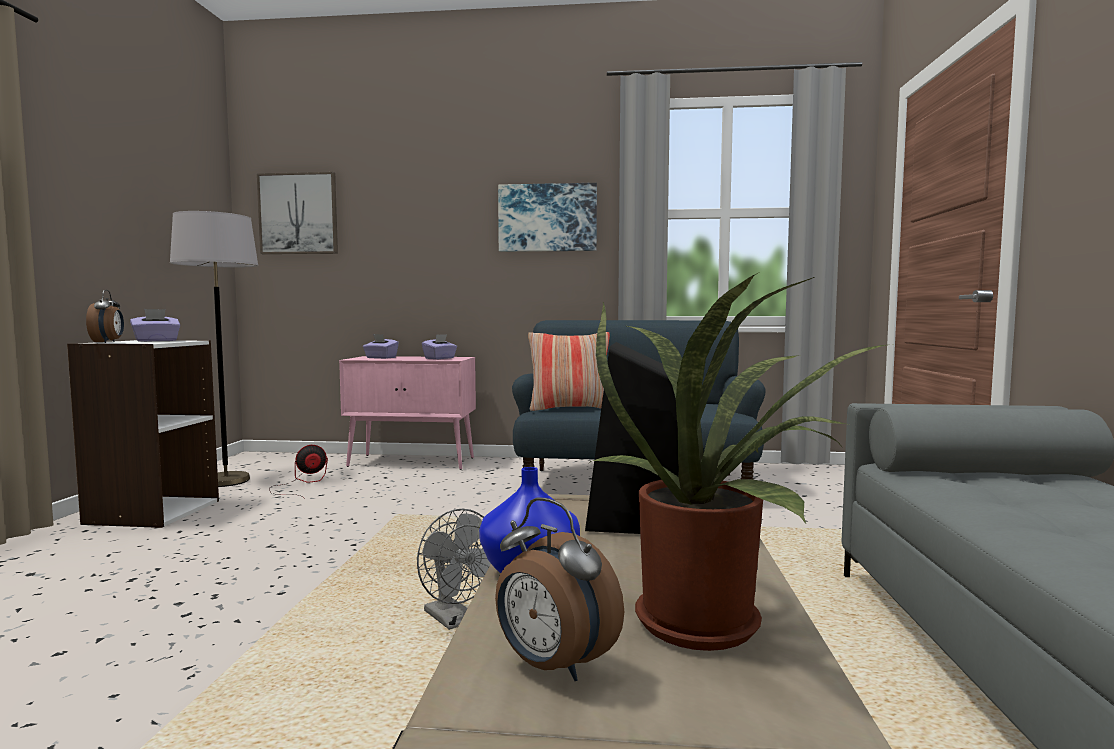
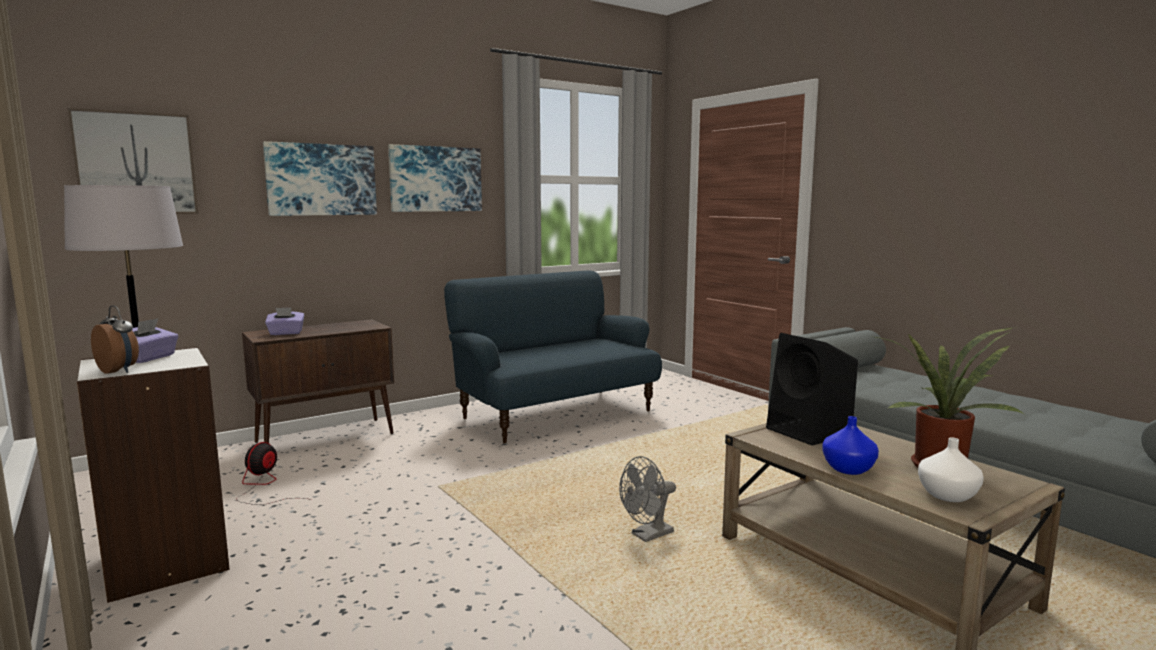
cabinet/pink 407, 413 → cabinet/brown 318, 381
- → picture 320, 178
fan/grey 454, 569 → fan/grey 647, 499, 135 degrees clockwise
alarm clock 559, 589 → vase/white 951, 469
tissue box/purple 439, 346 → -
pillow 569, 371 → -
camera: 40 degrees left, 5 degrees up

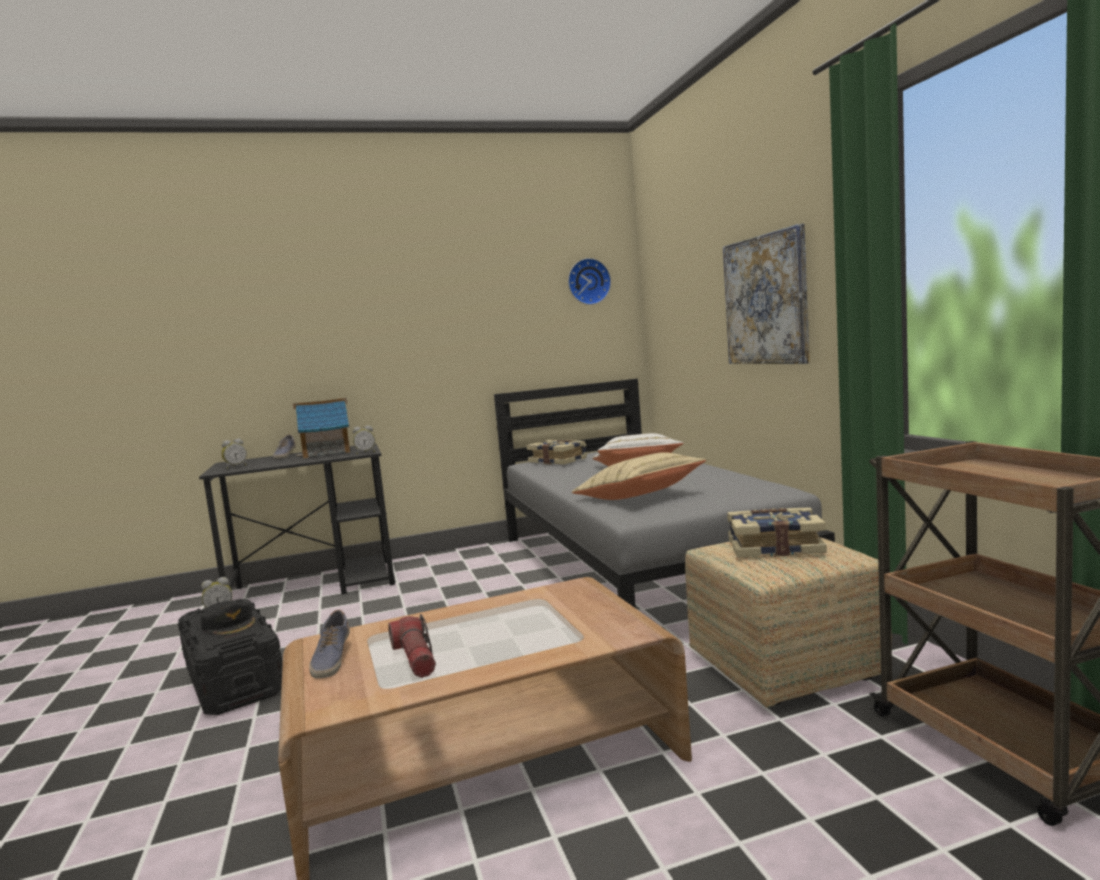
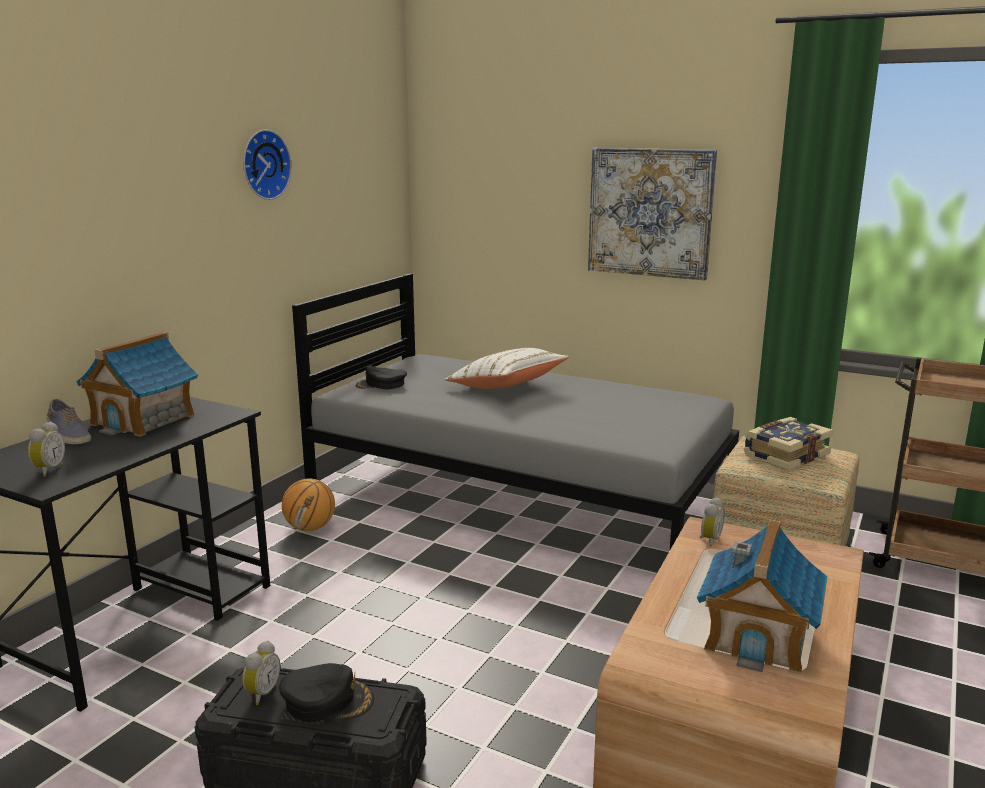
wall clock 589, 281 → wall clock 267, 165, relocated
- → basketball 308, 504
book 557, 452 → cap/black 381, 377
flashlight 412, 646 → toy house 762, 596
alarm clock 364, 439 → alarm clock 712, 522, relocated
shoe 329, 644 → -
pillow/beige 639, 476 → -
camera: 45 degrees left, 10 degrees up

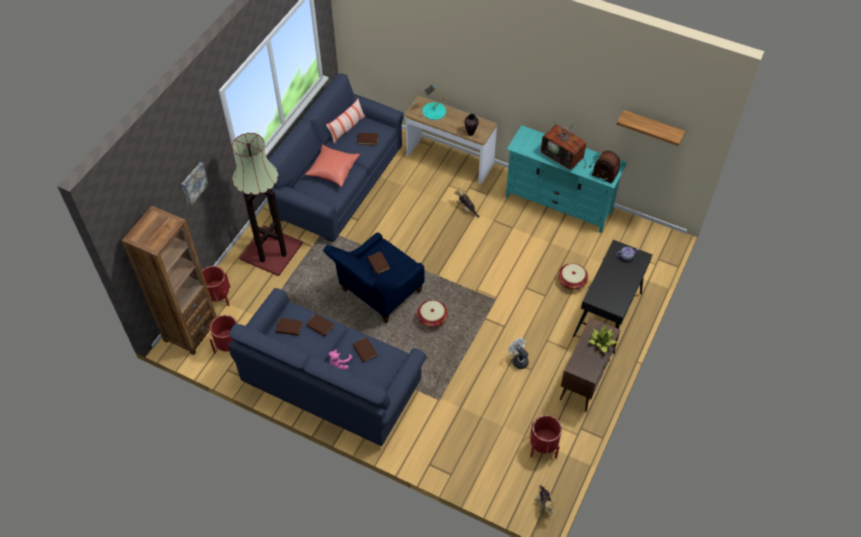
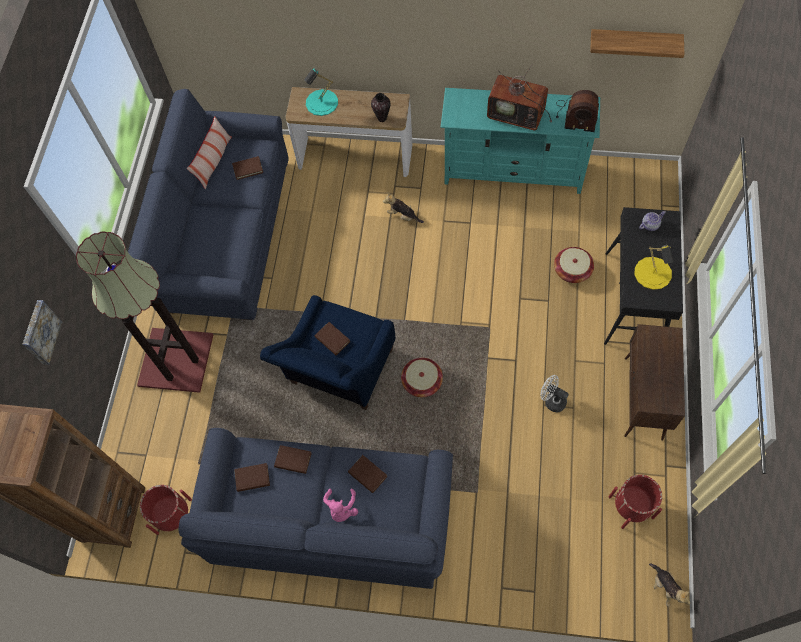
- → table lamp/yellow 654, 267
planter/red 216, 286 → -
pillow/red 332, 165 → -
potted plant 603, 339 → -
camera: 15 degrees left, 10 degrees up

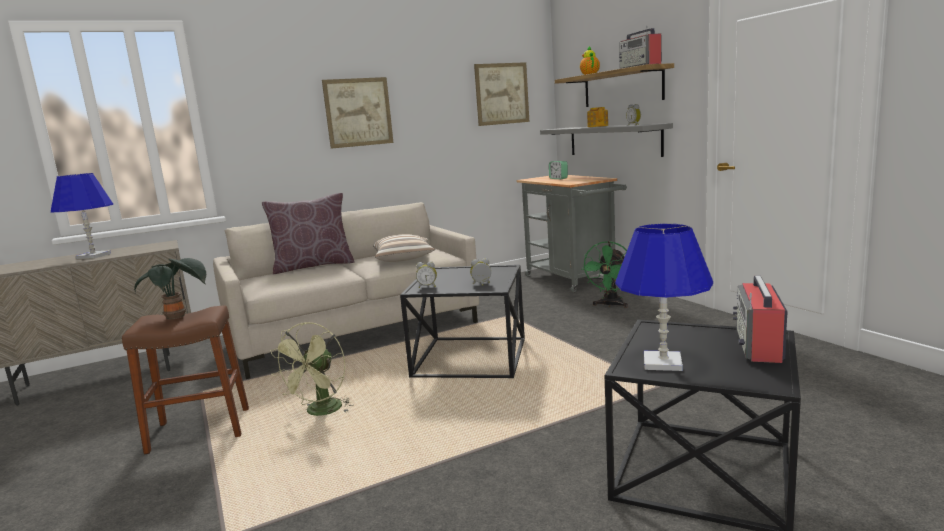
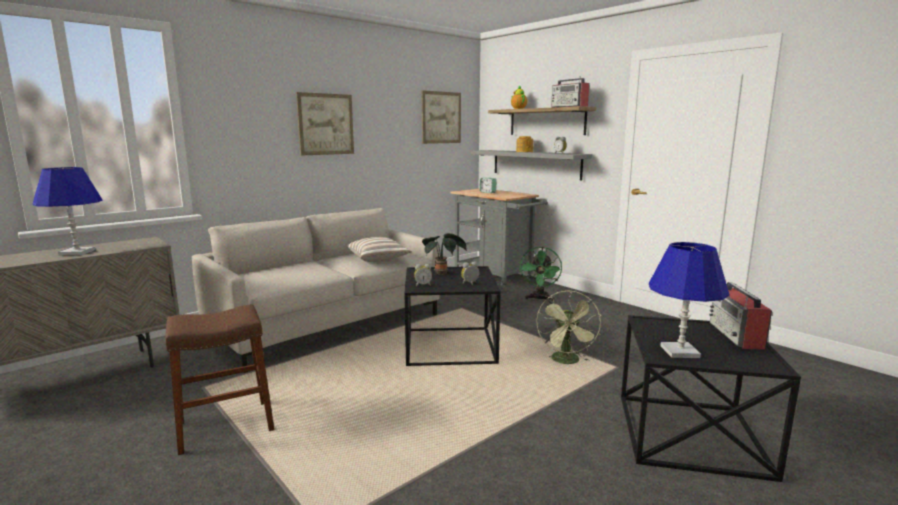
potted plant 170, 288 → potted plant 444, 254, relocated
fan/green 311, 369 → fan/green 568, 327, relocated
pillow/brown 308, 233 → -
camera: 15 degrees left, 0 degrees up

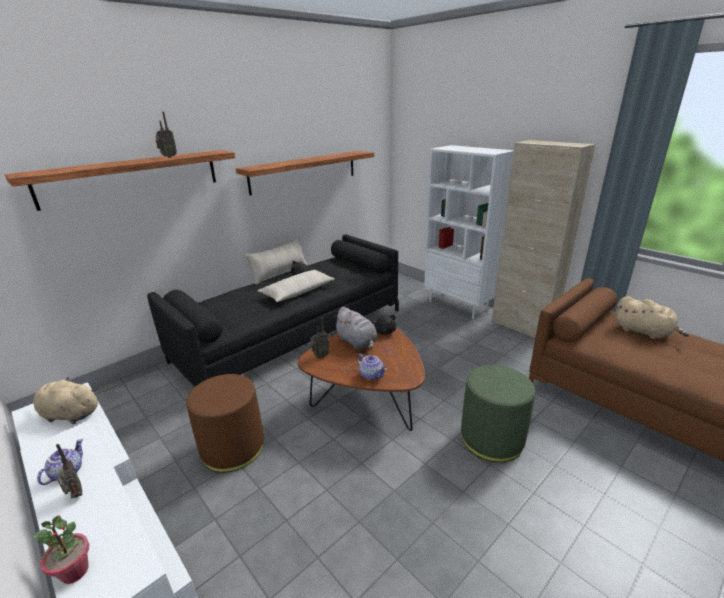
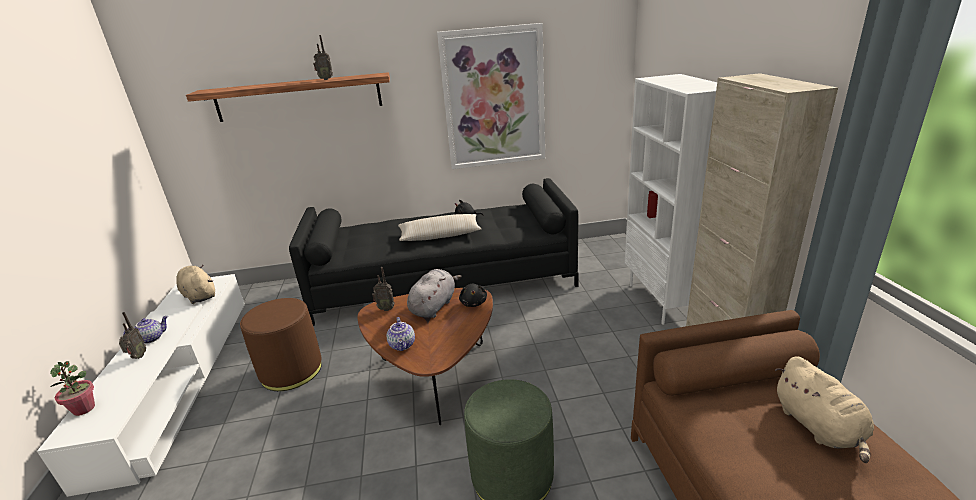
plush toy/grey 355, 328 → plush toy/grey 434, 293, 150 degrees counterclockwise
shelf 305, 173 → picture 491, 96
pillow/beige 276, 261 → -
camera: 35 degrees right, 0 degrees up

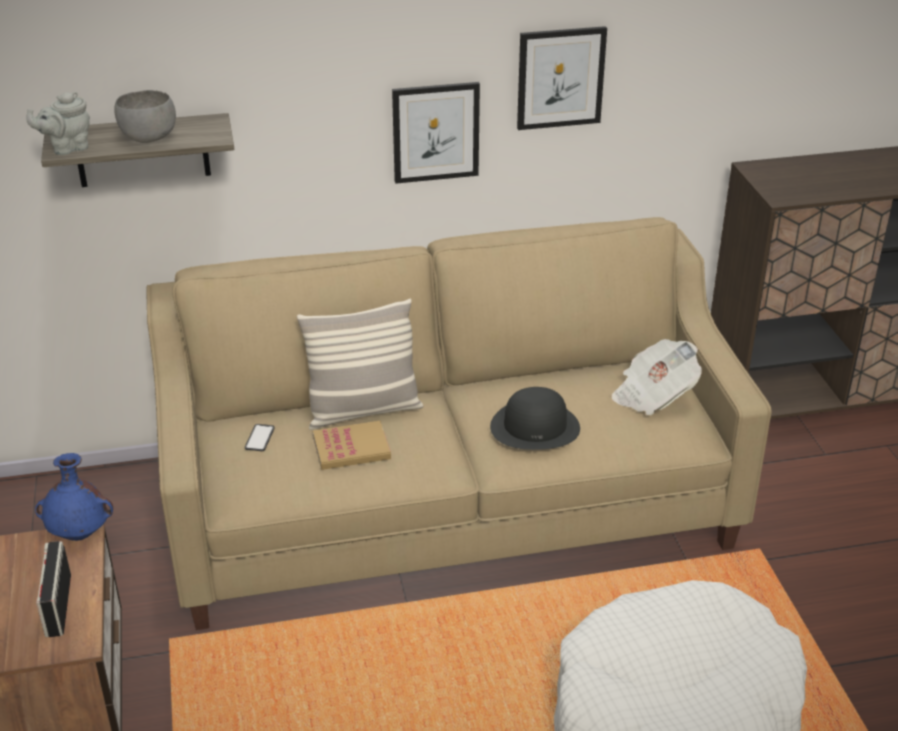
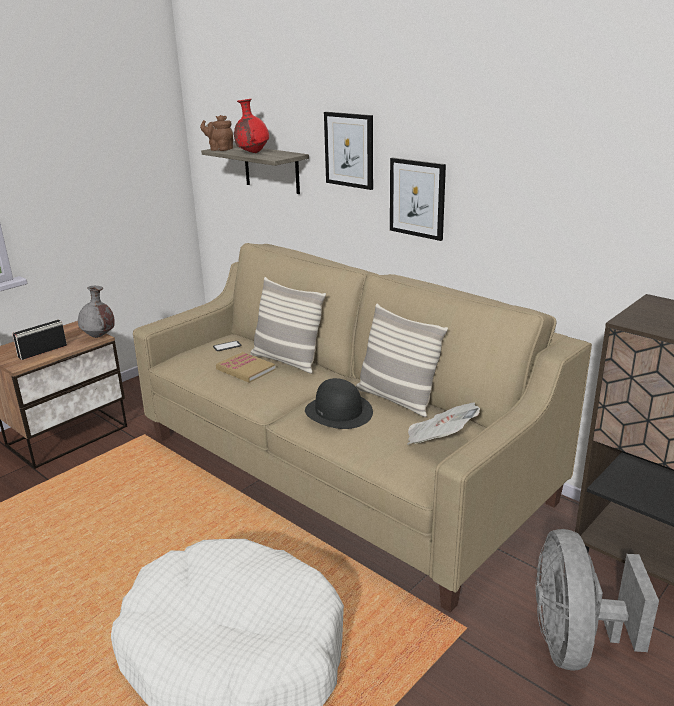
vase/blue 74, 497 → vase/grey 96, 312
teapot/grey 58, 123 → teapot/brown 216, 133
bowl/grey 145, 116 → vase/red 251, 126
picture 562, 78 → picture 348, 151, relocated
- → pillow 402, 360
- → fan/grey 597, 600
camera: 55 degrees right, 10 degrees down

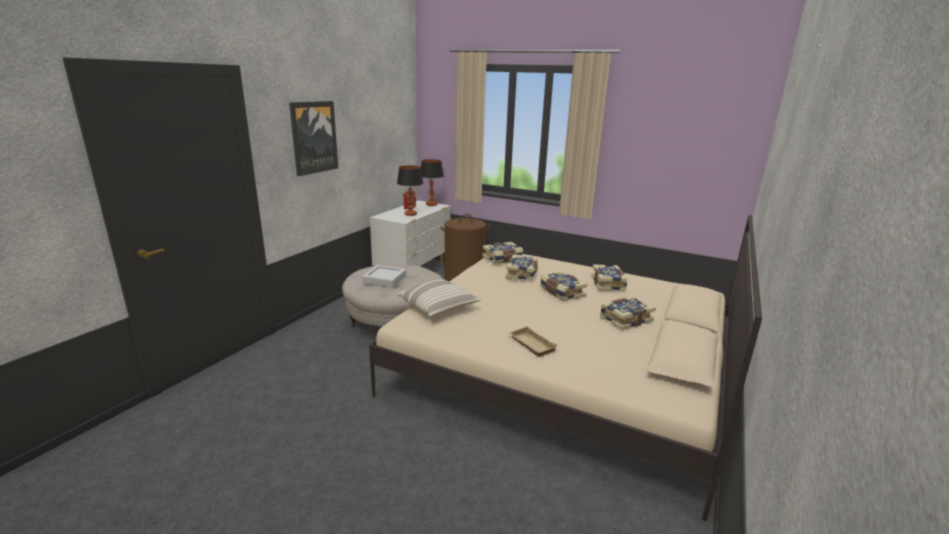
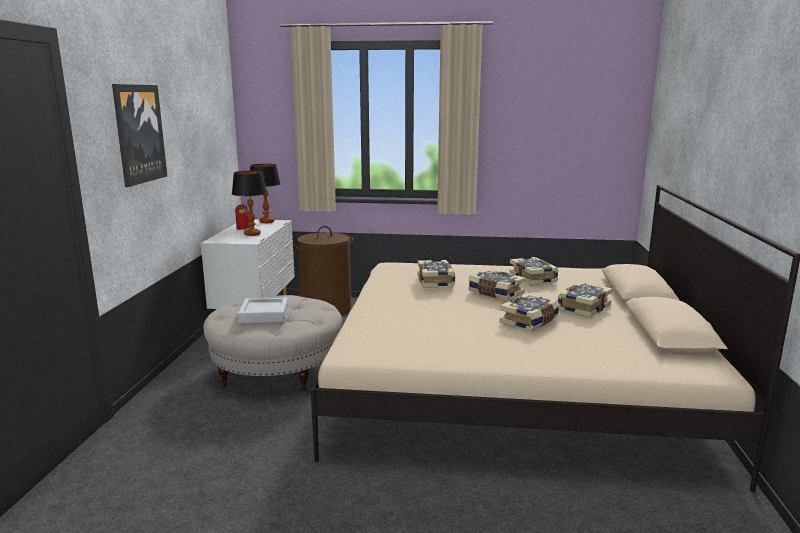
book 503, 253 → book 529, 312, relocated
pillow 438, 297 → -
tray/beige 534, 341 → -
camera: 20 degrees left, 5 degrees down

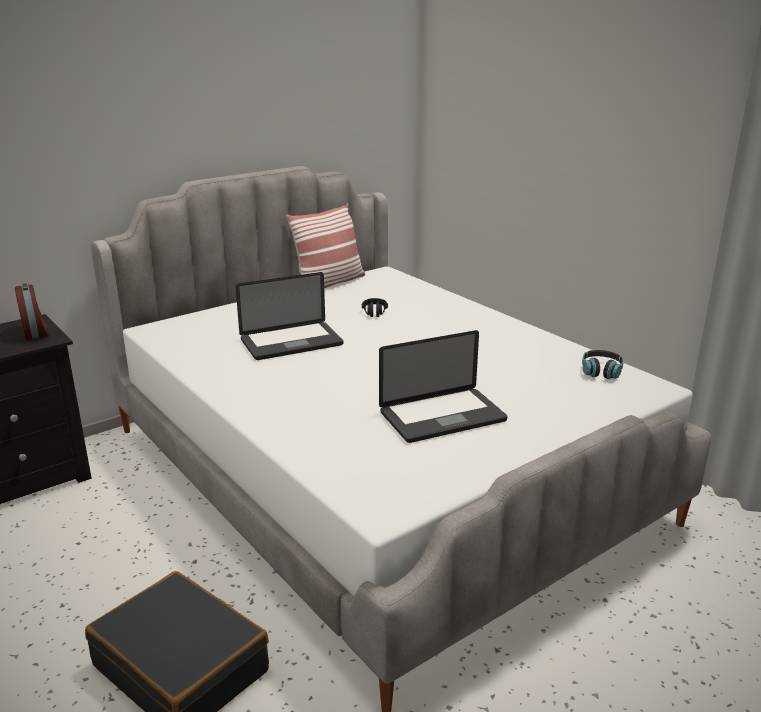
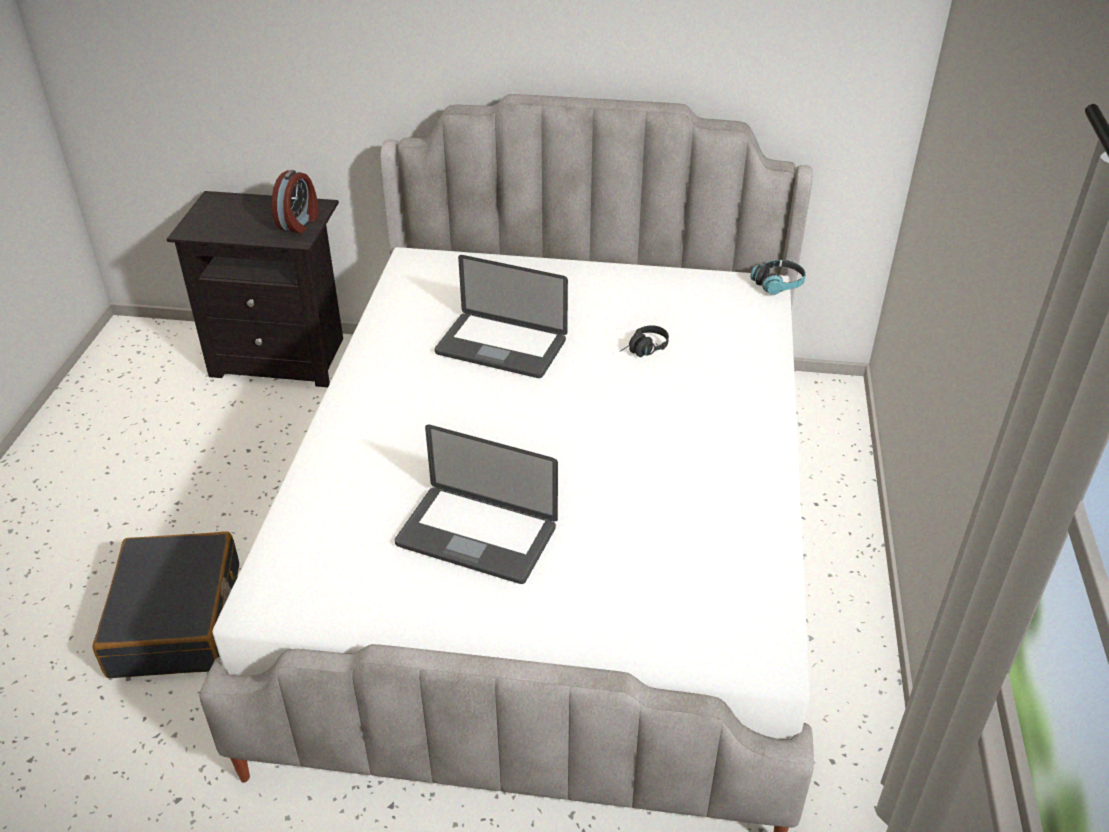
headphones 603, 364 → headphones 778, 277, relocated
pillow 325, 245 → -
camera: 45 degrees right, 15 degrees up

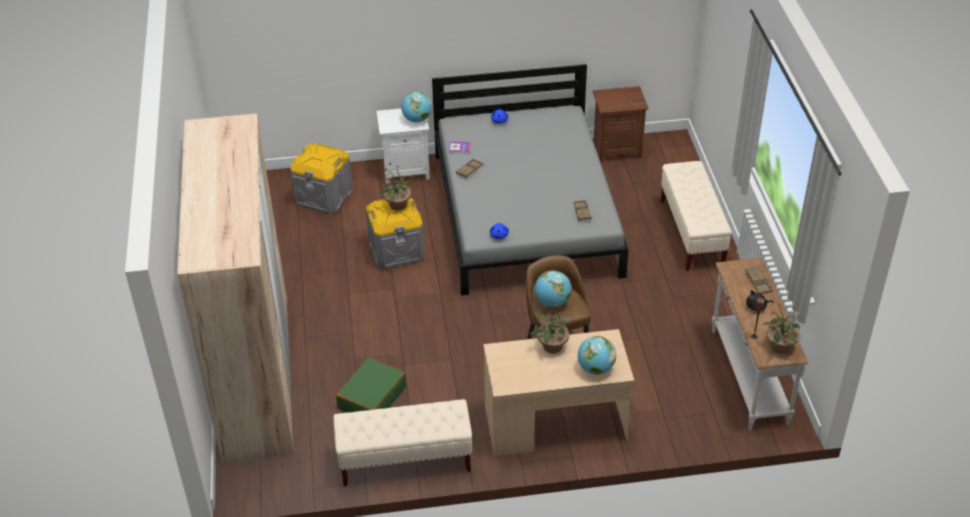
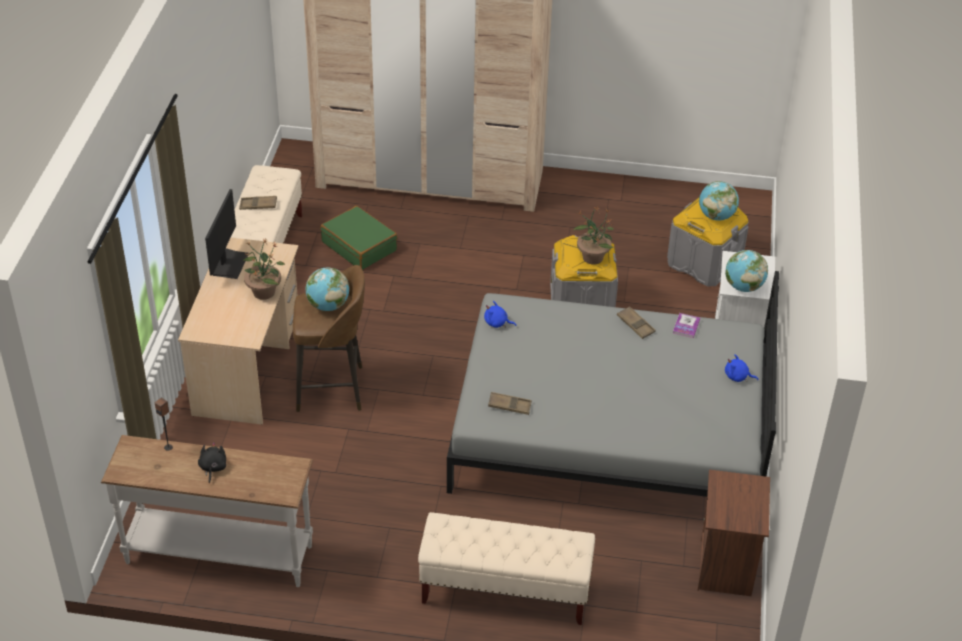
- → monitor 226, 234
tray/brown 759, 280 → tray/brown 258, 203, relocated
globe 597, 355 → globe 719, 201, relocated
potted plant 782, 328 → -
camera: 105 degrees right, 0 degrees up

